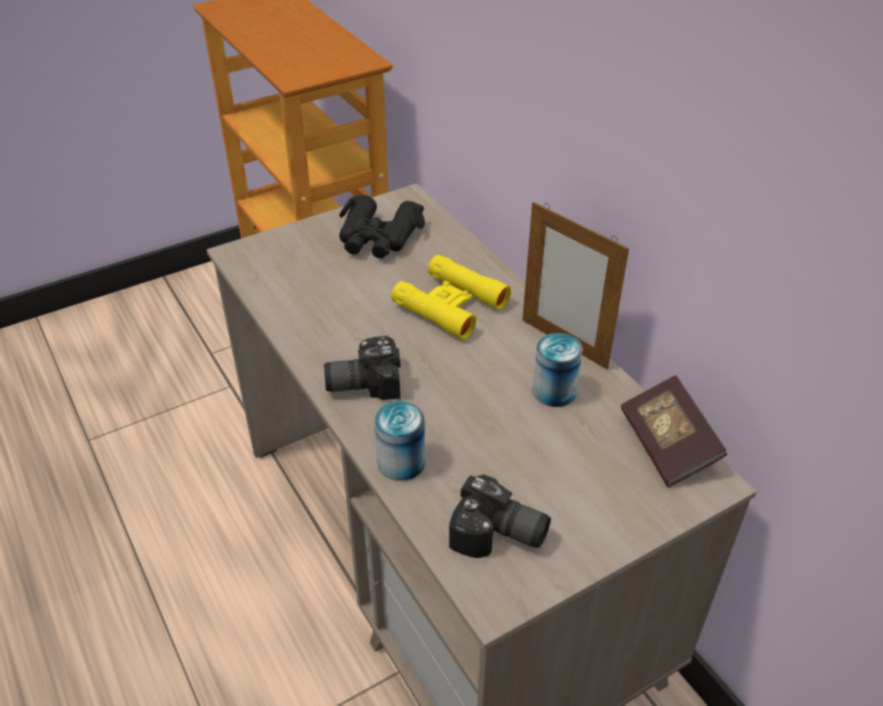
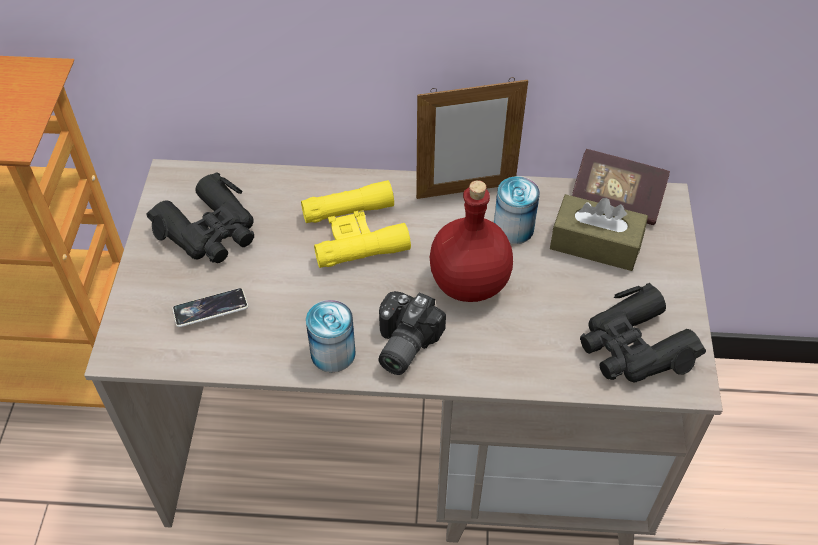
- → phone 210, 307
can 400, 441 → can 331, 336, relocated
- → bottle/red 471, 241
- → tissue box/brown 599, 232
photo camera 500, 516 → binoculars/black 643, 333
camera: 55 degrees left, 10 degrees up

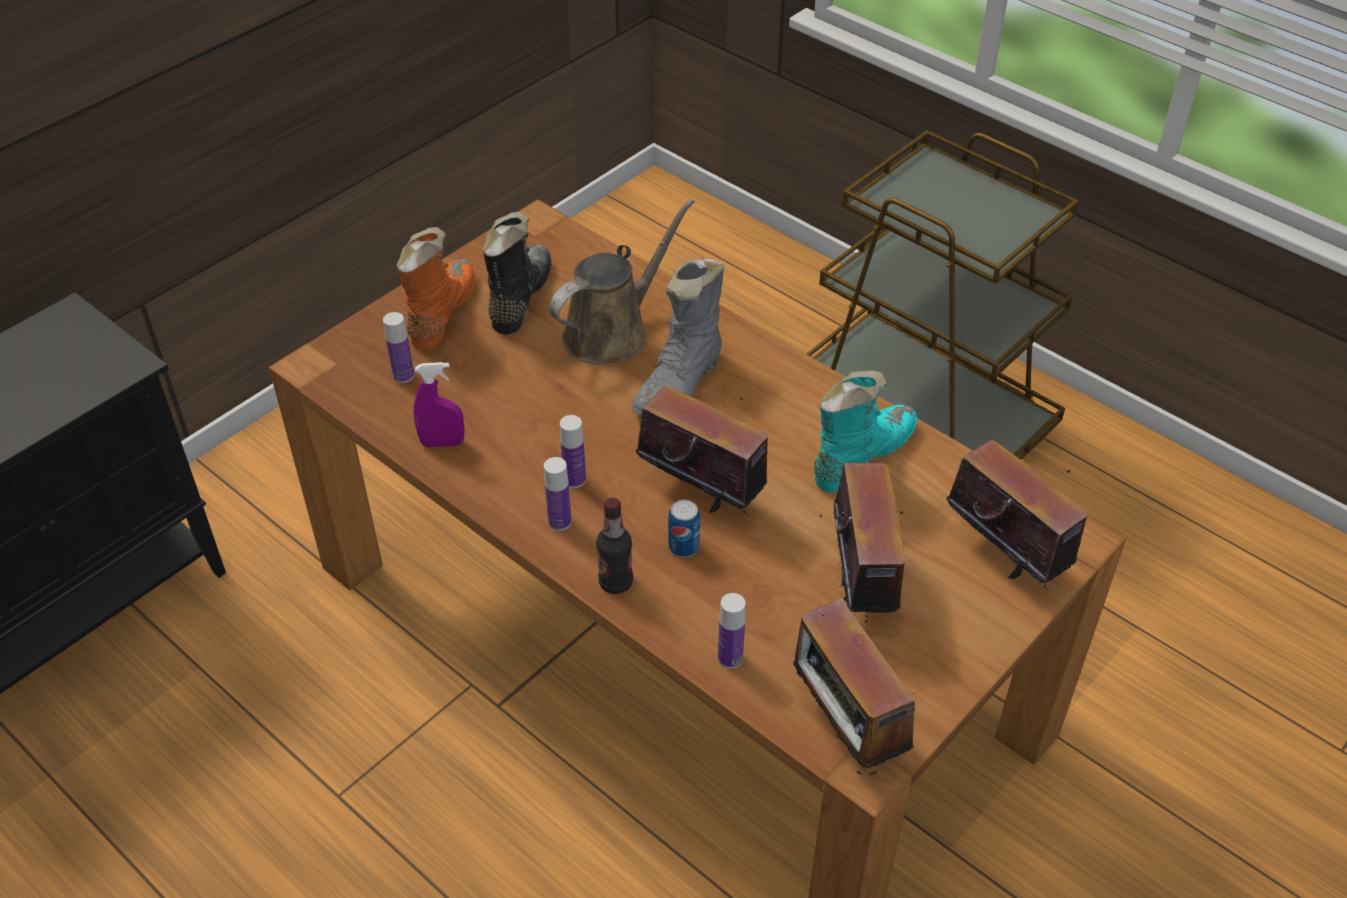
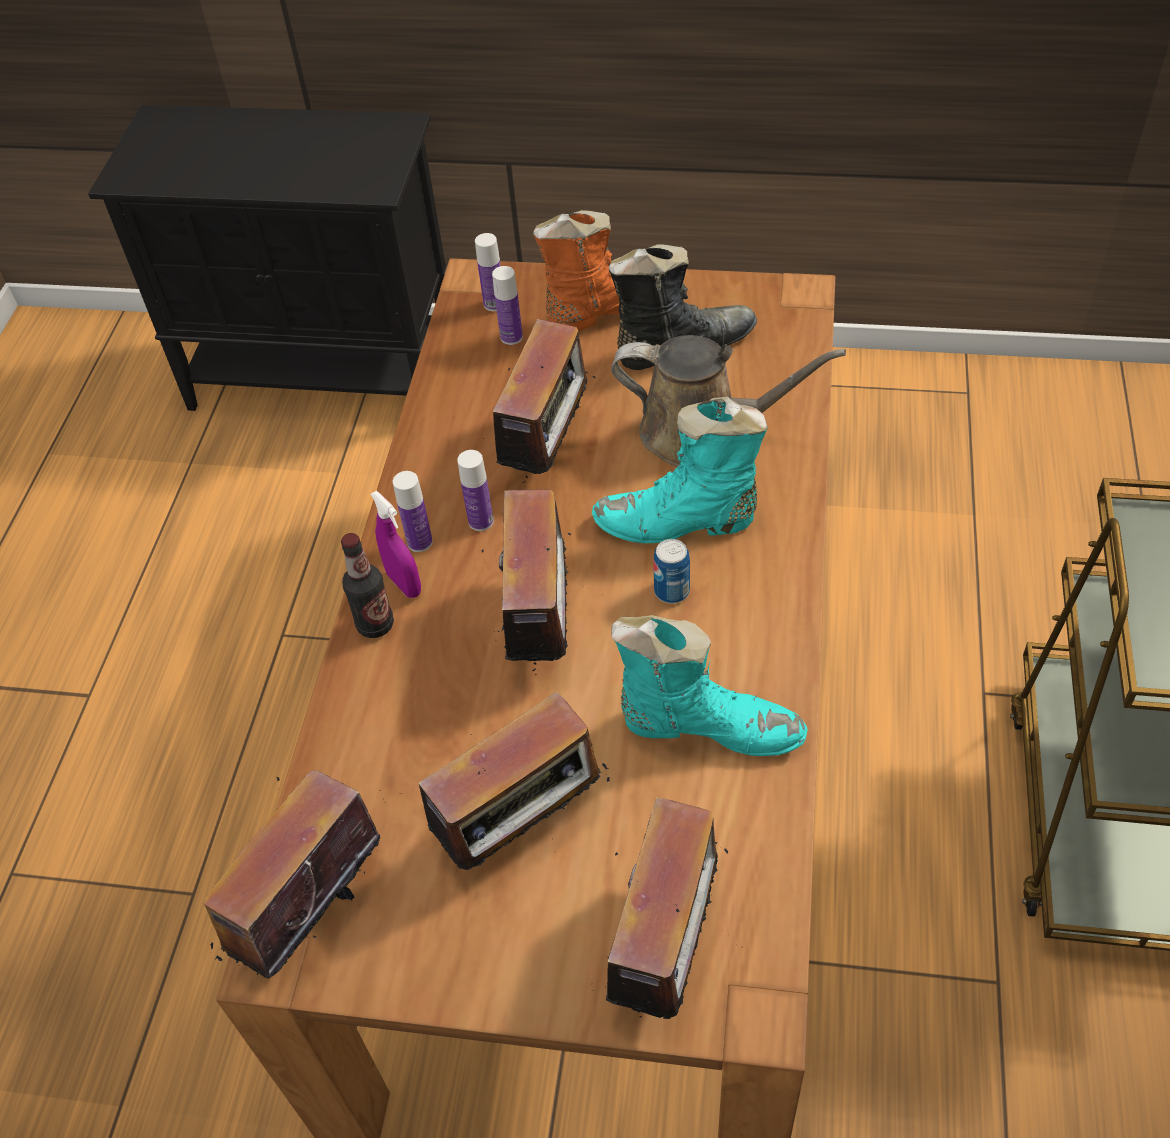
spray bottle/purple 439, 404 → spray bottle/purple 396, 544, relocated
bottle 731, 631 → bottle 488, 272, relocated
- → radio 544, 403
boot/grey 677, 336 → boot/turquoise 680, 470
can 684, 528 → can 671, 571, relocated
camera: 60 degrees right, 5 degrees up

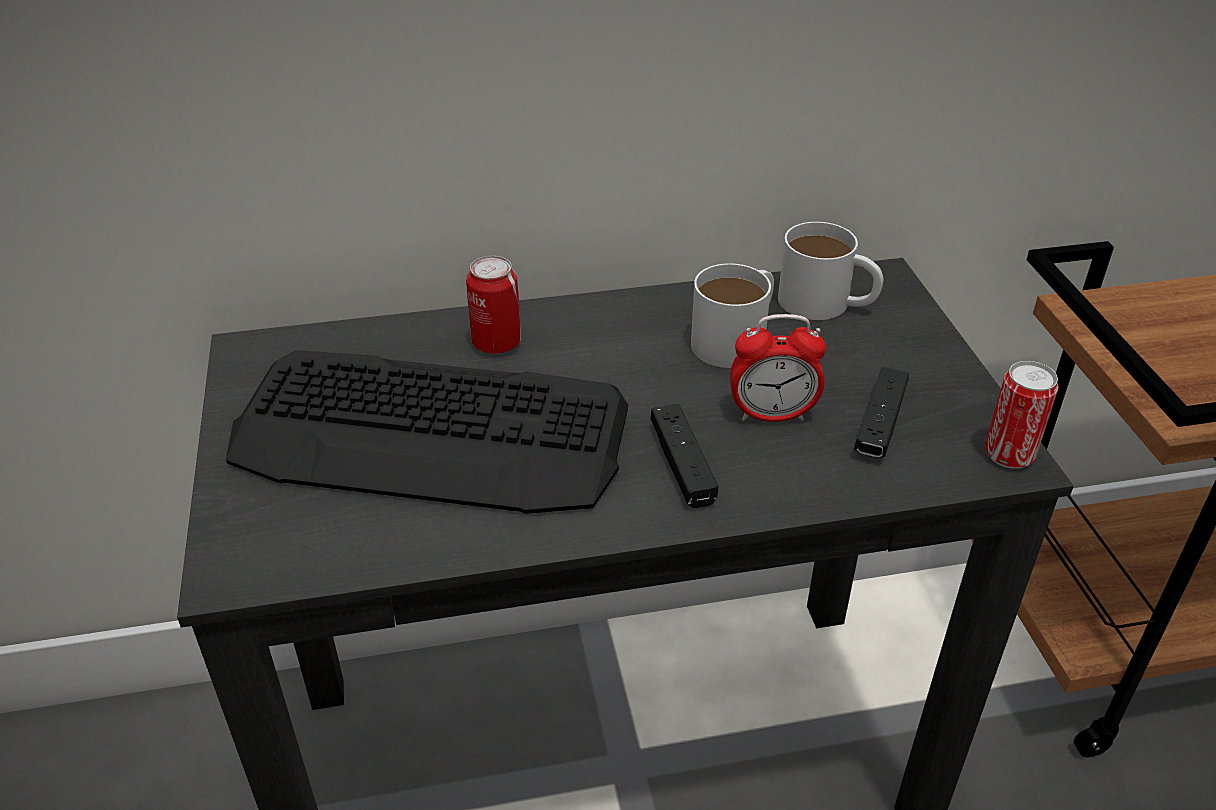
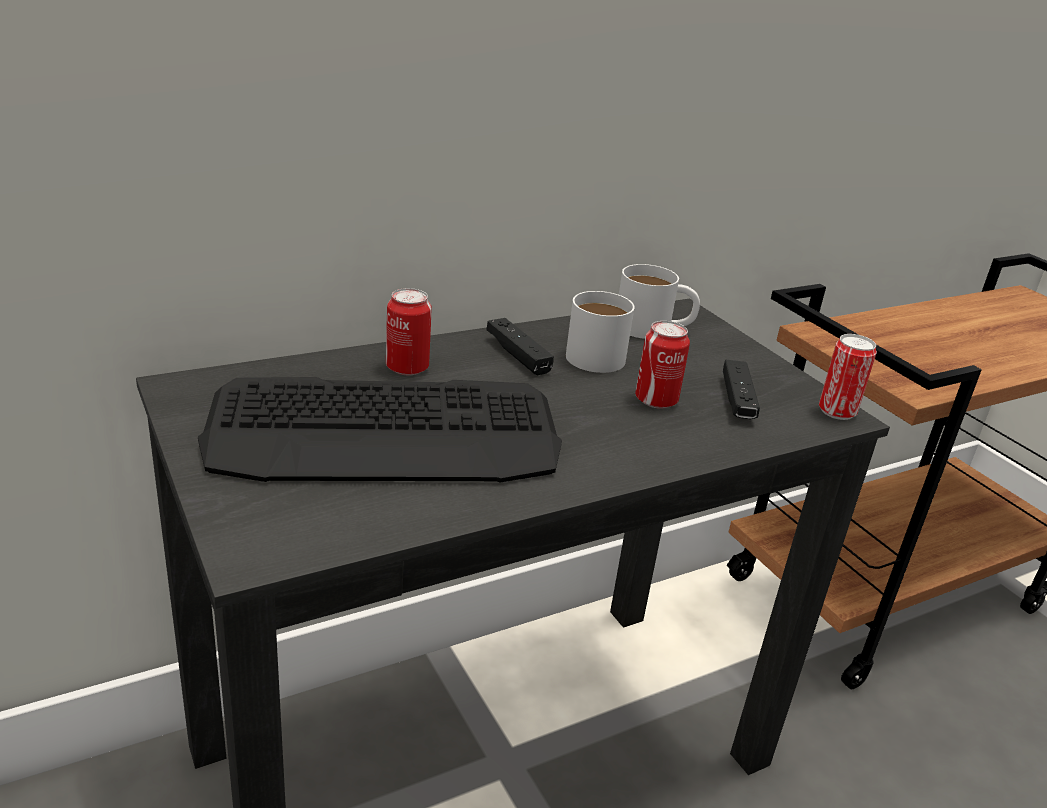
game controller/black 684, 456 → game controller/black 520, 346, relocated
alarm clock 778, 368 → can 662, 365
camera: 20 degrees left, 10 degrees down

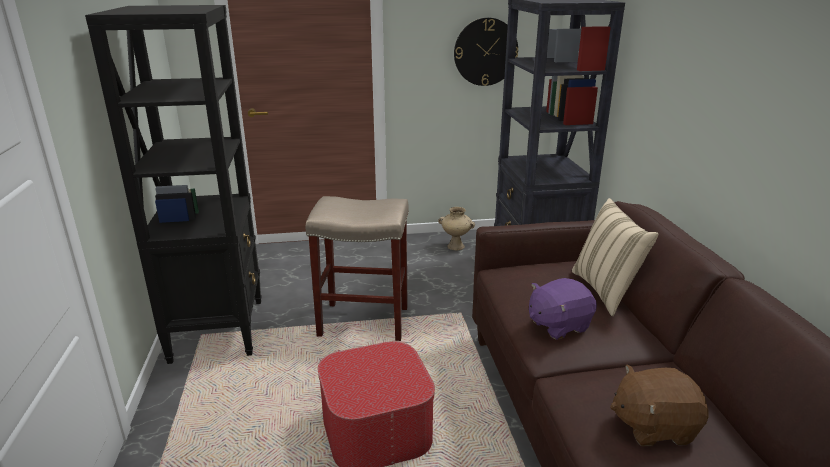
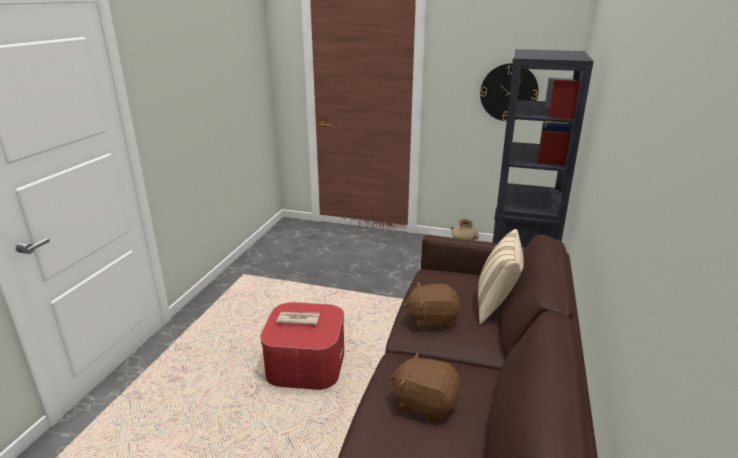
- → newspaper 298, 318
plush toy/purple 563, 309 → plush toy/brown 431, 305
bookcase/black 173, 184 → -
stool/beige 357, 268 → -
camera: 25 degrees right, 0 degrees up

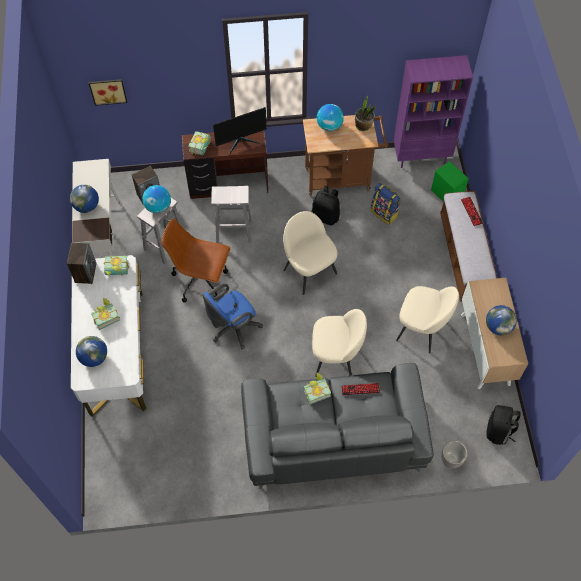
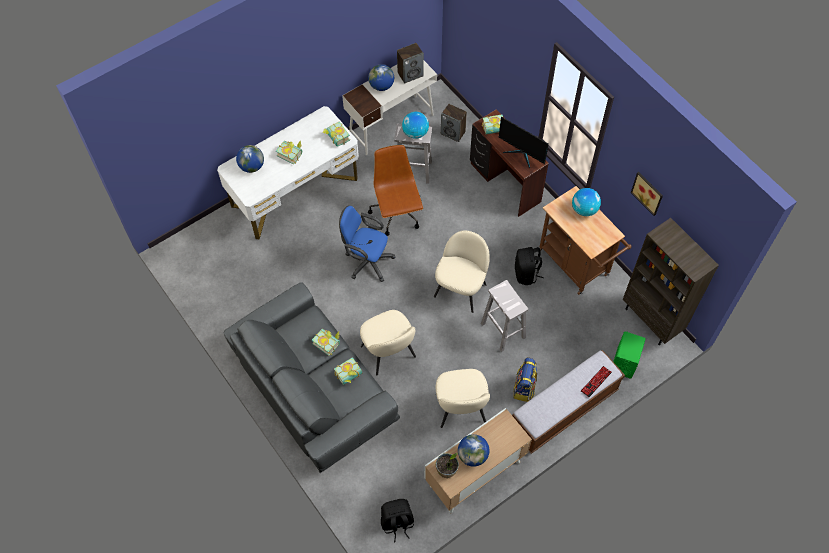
keyboard 360, 389 → book 348, 371
speaker 81, 263 → speaker 410, 63, relocated
potted plant 365, 113 → potted plant 447, 465, relocated
stool/white 231, 214 → stool/white 505, 316, relocated
backpack 385, 204 → backpack 525, 379, relocated
bookcase/purple 433, 111 → bookcase/brown 671, 281
picture 108, 92 → picture 647, 194, relocated
planter 454, 454 → -
camera: 60 degrees right, 0 degrees up

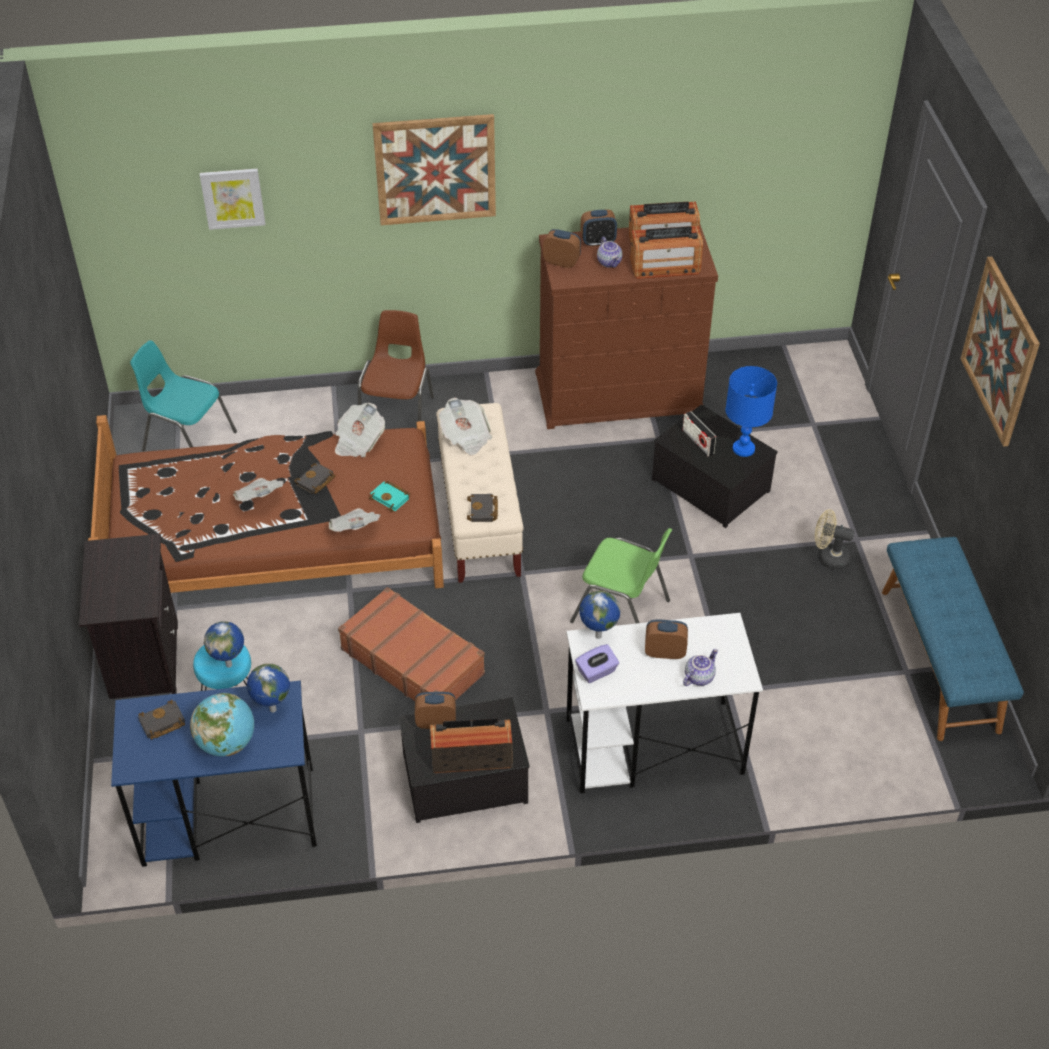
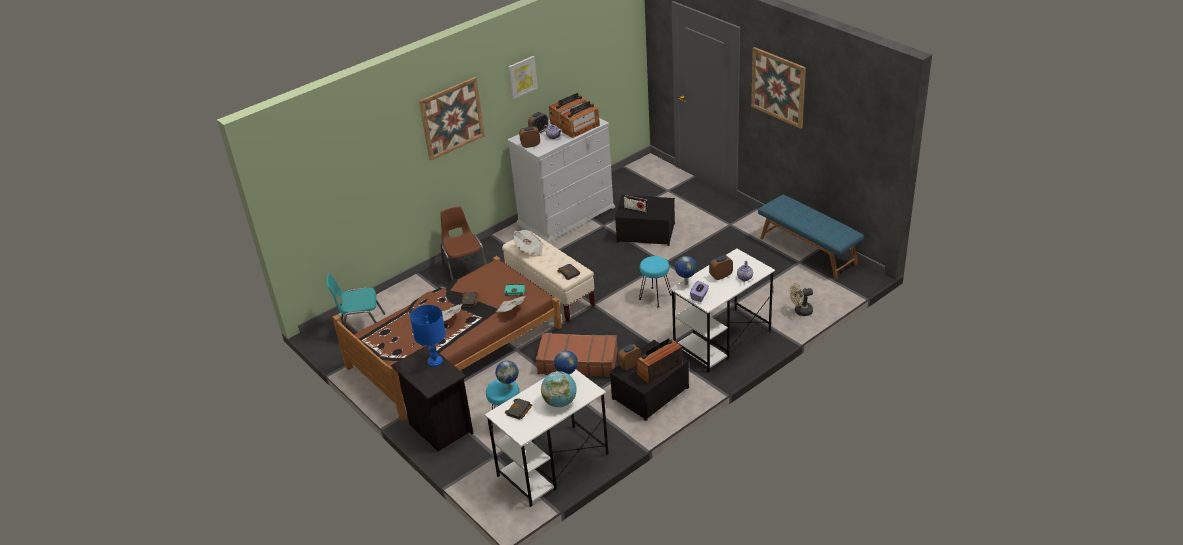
table lamp/blue 751, 411 → table lamp/blue 428, 336, relocated
desk/blue 214, 774 → desk/white 547, 438
dresser/brown 626, 327 → dresser/white 561, 180
picture 232, 199 → picture 523, 77, relocated
chair/green 621, 576 → stool/turquoise 655, 281
fan/beige 834, 539 → fan/beige 801, 299, relocated
newspaper 360, 430 → -
camera: 30 degrees left, 10 degrees down

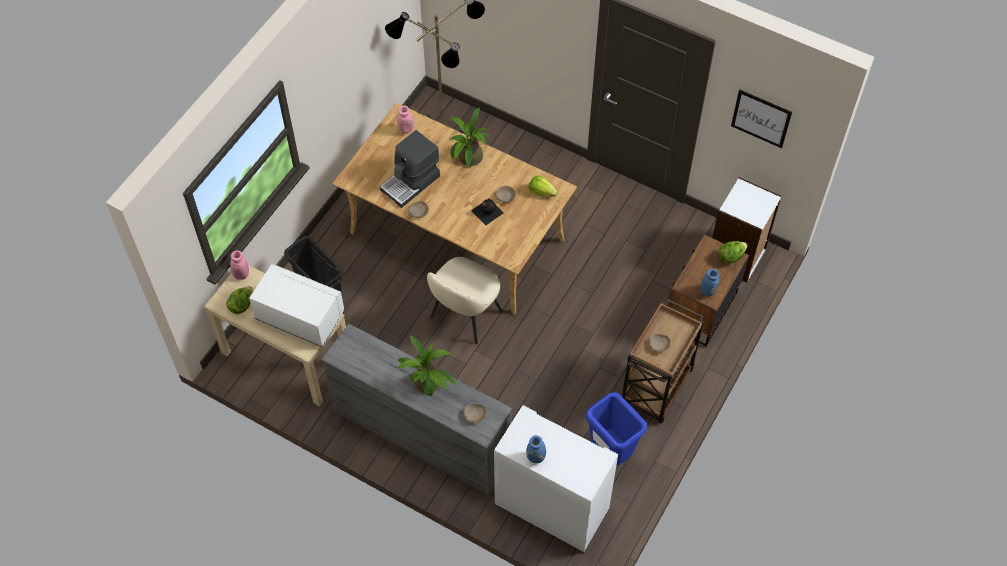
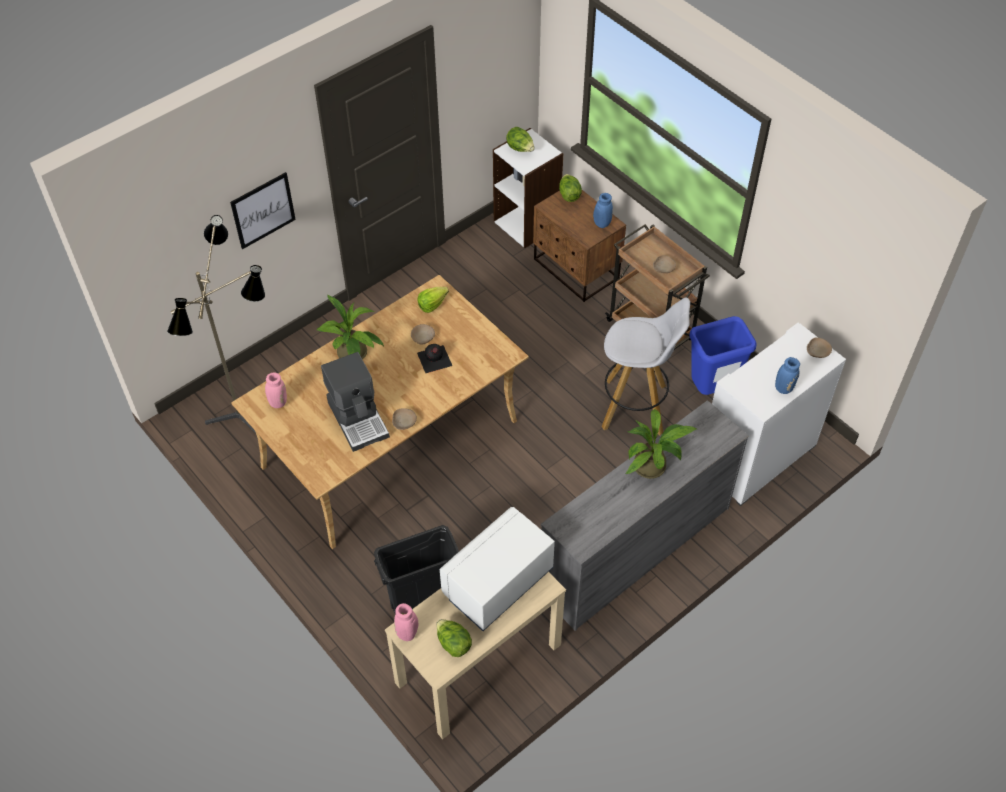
picture 761, 119 → picture 263, 210, relocated
- → lettuce 520, 139
- → stool/white 646, 366
bowl/beige 475, 413 → bowl/beige 819, 347, relocated
chair/beige 464, 300 → -
camera: 70 degrees left, 5 degrees down

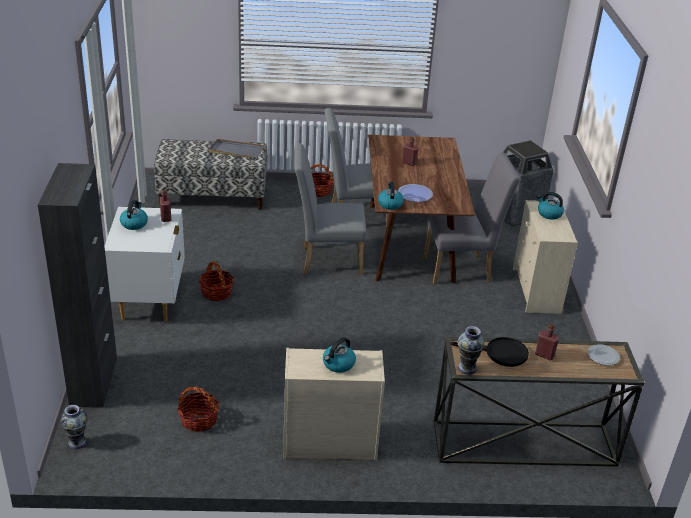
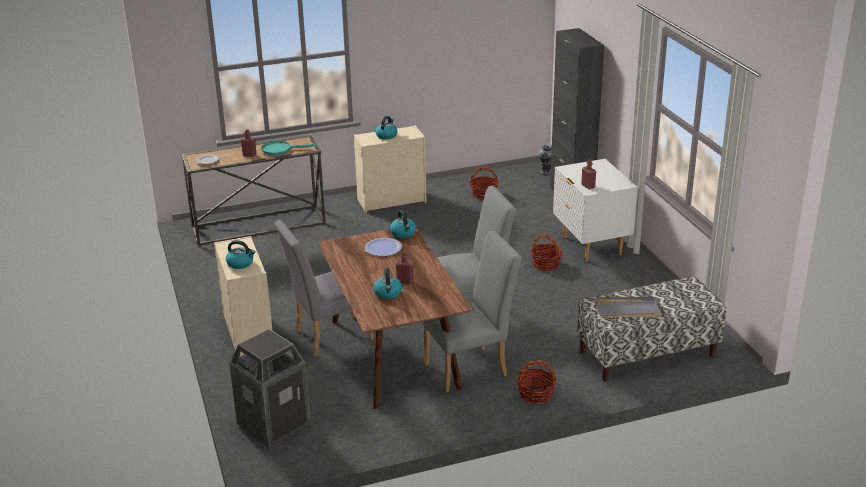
frying pan/black 489, 352 → frying pan/turquoise 288, 148
kettle 134, 215 → kettle 387, 283, relocated
vase 470, 350 → -
camera: 165 degrees right, 5 degrees down

